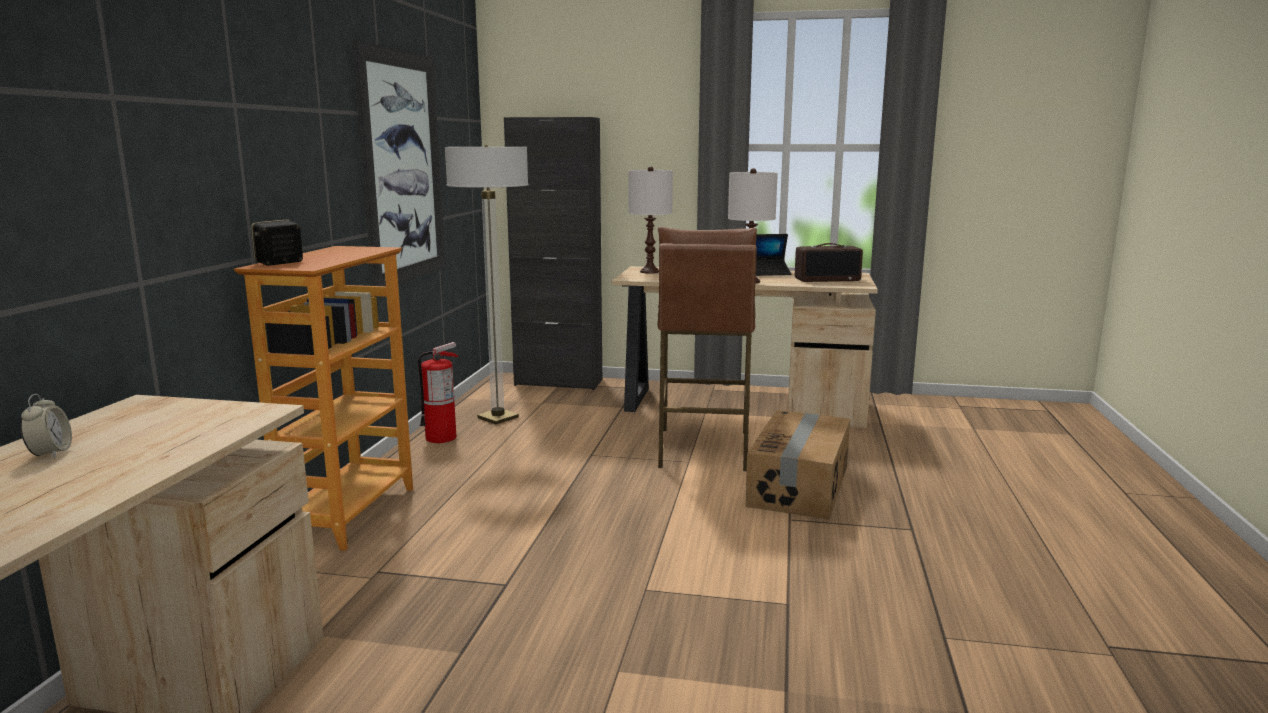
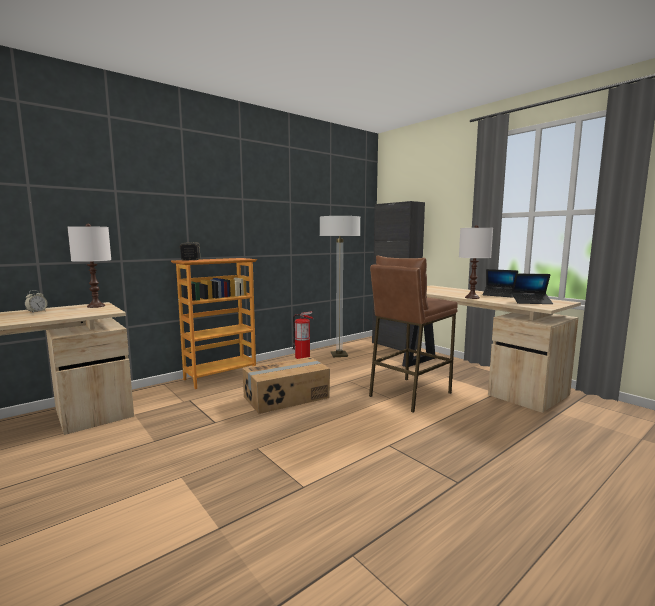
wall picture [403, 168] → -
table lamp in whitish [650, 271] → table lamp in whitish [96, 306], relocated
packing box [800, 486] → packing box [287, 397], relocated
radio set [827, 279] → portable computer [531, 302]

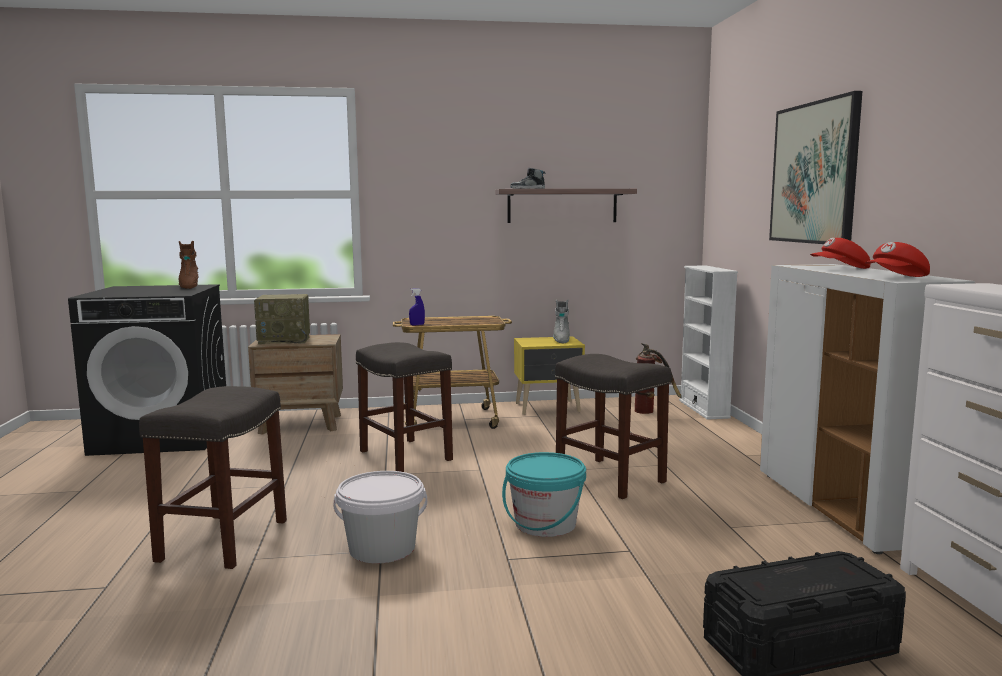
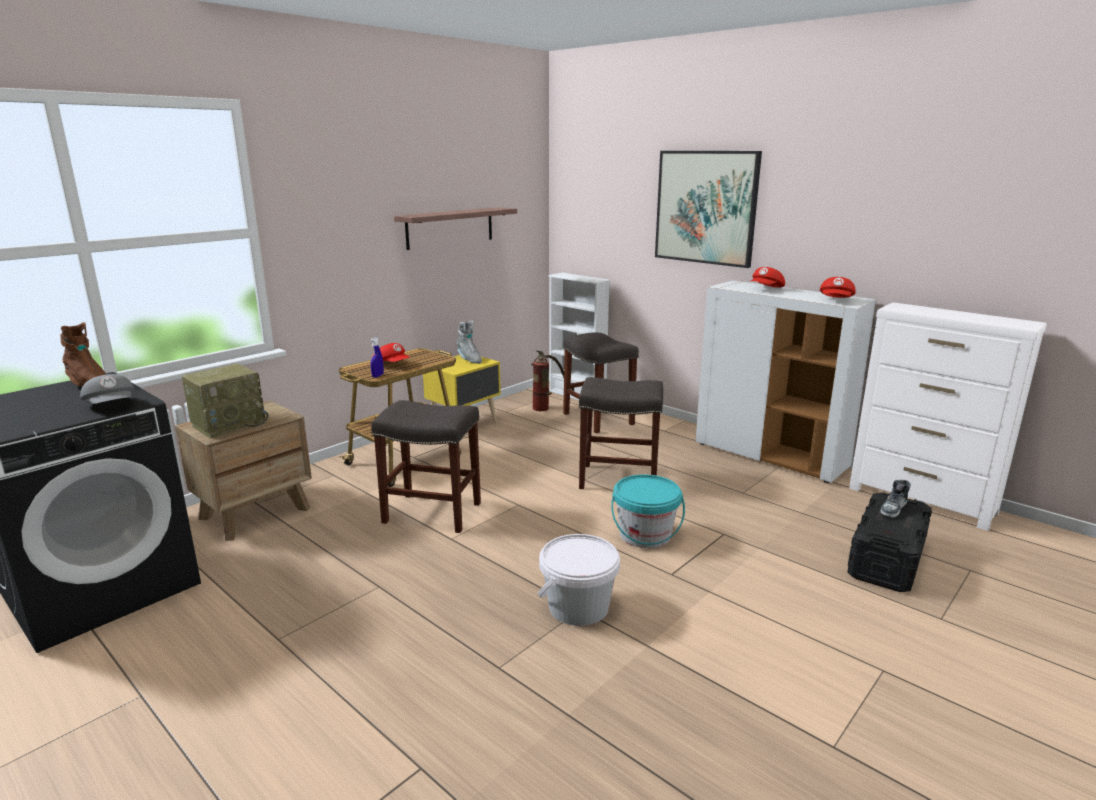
sitting stool in greyish [224, 539] → sitting stool in greyish [597, 418], relocated
low shoe [527, 189] → low shoe [893, 508], relocated
- → peaked cap in greyish [112, 406]
- → peaked cap in reddish [392, 365]

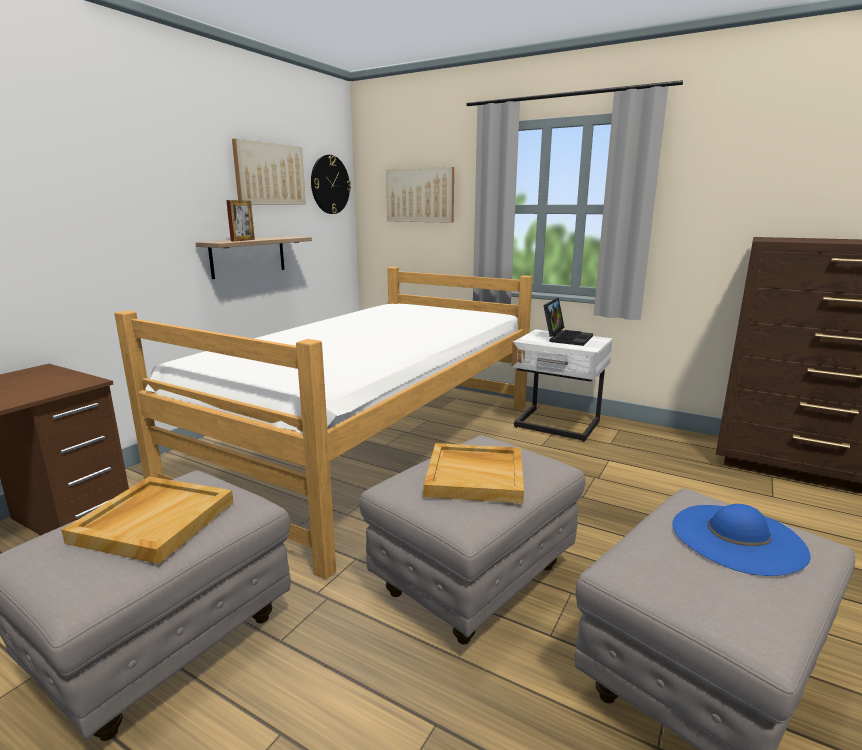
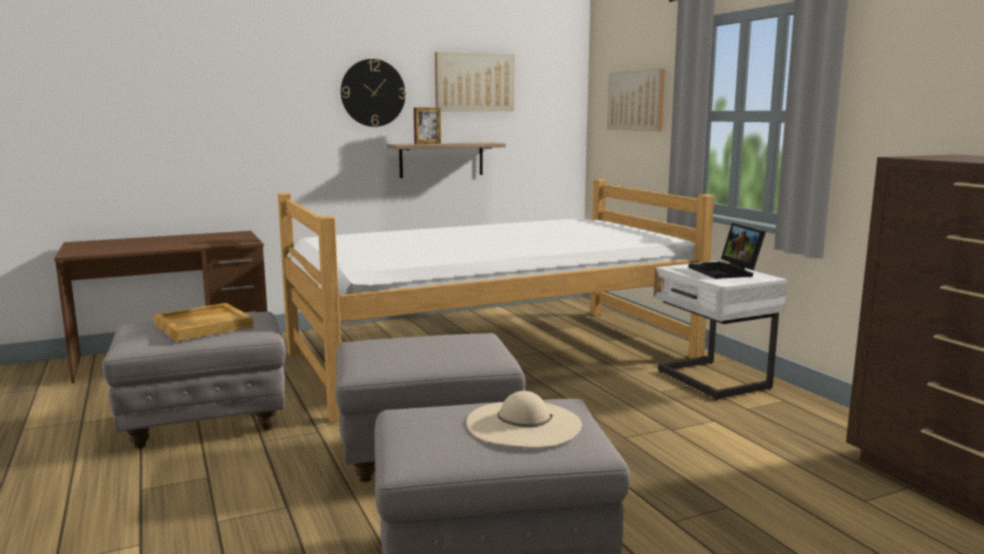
hanging clock [330, 184] → hanging clock [373, 93], relocated
serving tray in beige [476, 476] → -
portable computer [566, 338] → portable computer [726, 272], 105 degrees clockwise
clothing hat in blue-coloured [737, 538] → clothing hat in beige [523, 424]

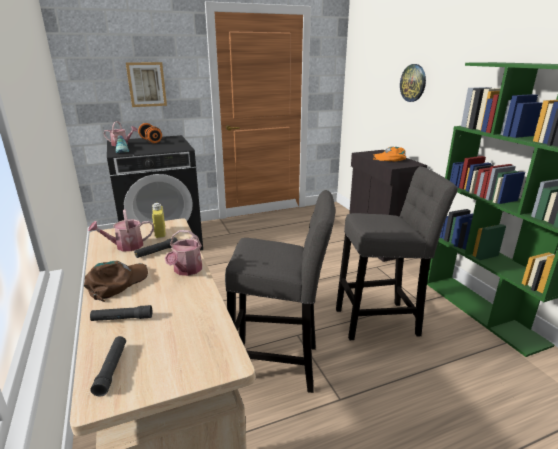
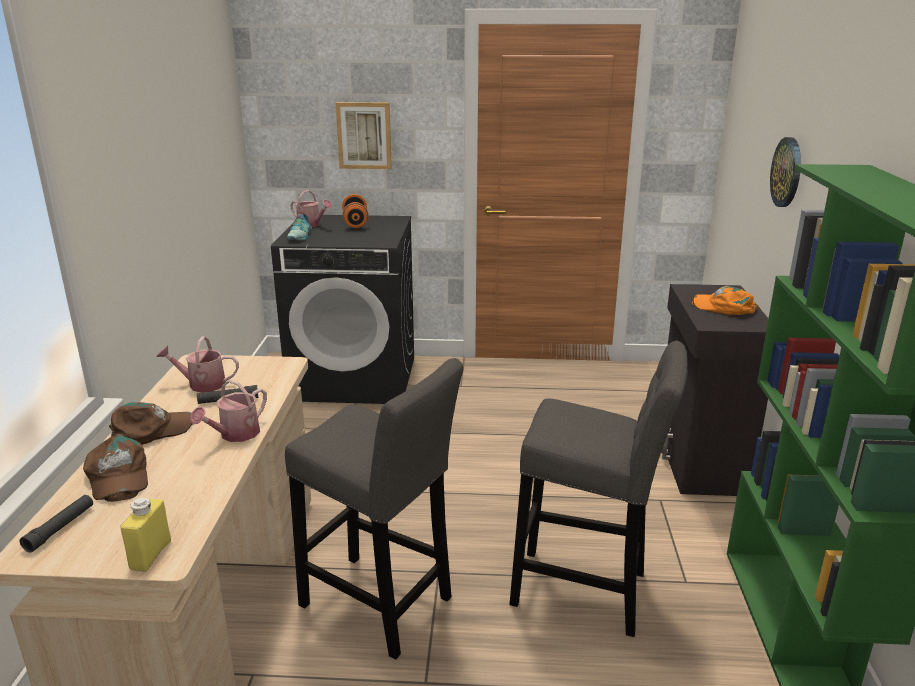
flashlight in black [122, 318] → peaked cap in brown-coloured [117, 476]
bottle in yellow [160, 232] → bottle in yellow [150, 555], relocated

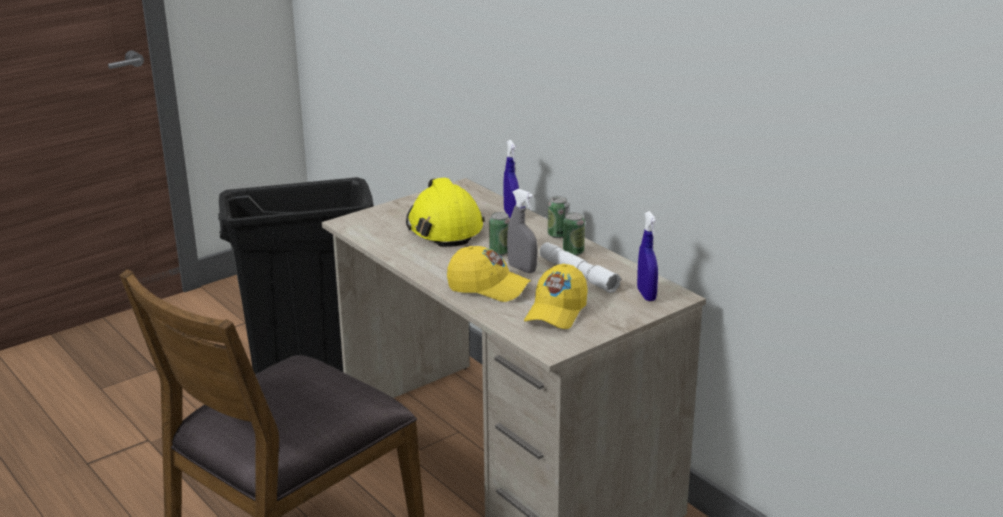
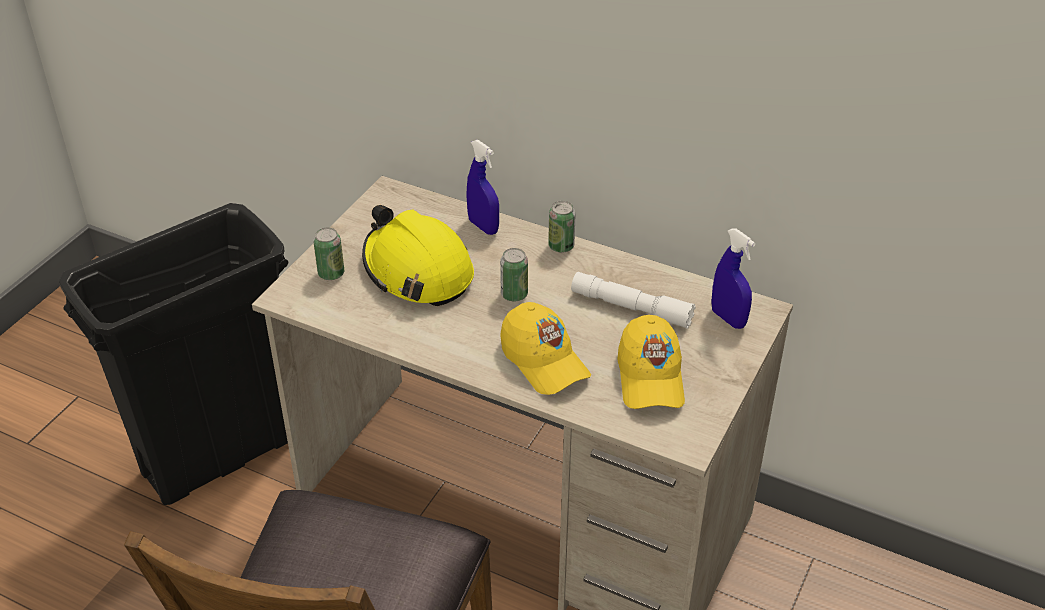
peaked cap in yellow [488, 288] → peaked cap in yellow [544, 361], 60 degrees clockwise
hand sprayer in greyish [522, 269] → -
sealed can [573, 252] → sealed can [331, 273], relocated

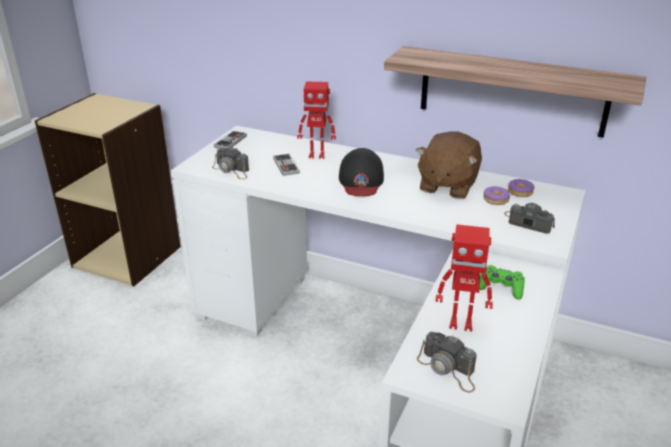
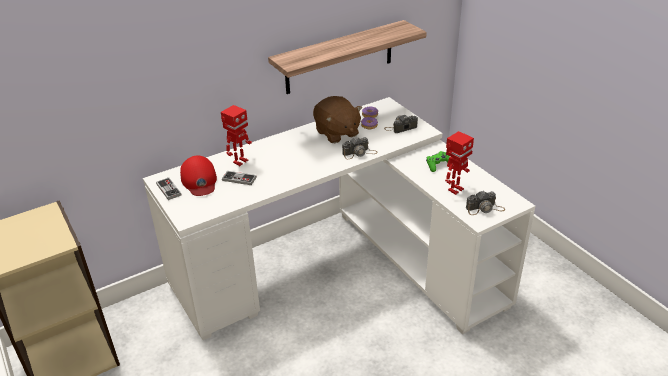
photo camera [232, 170] → photo camera [359, 153], relocated
peaked cap in black [361, 180] → -
- → peaked cap in reddish [199, 180]

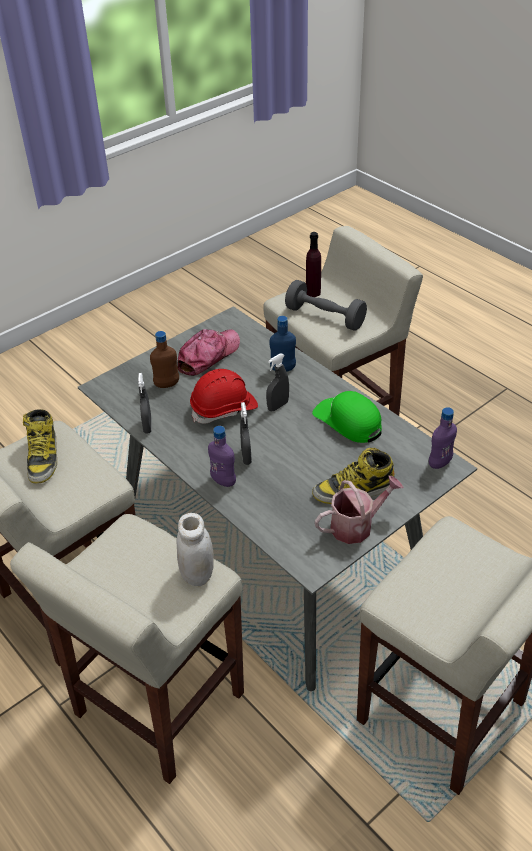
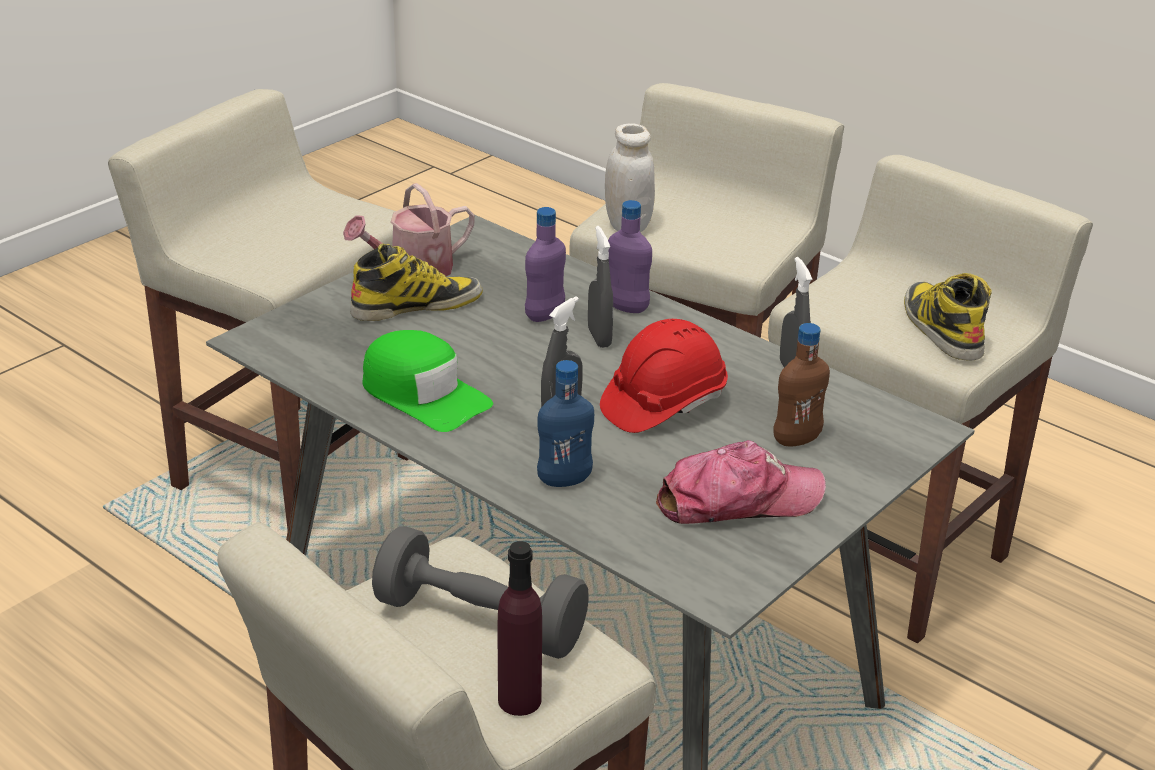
peaked cap [208, 356] → peaked cap [738, 500], 135 degrees counterclockwise
bottle in purple [439, 463] → bottle in purple [545, 315], relocated

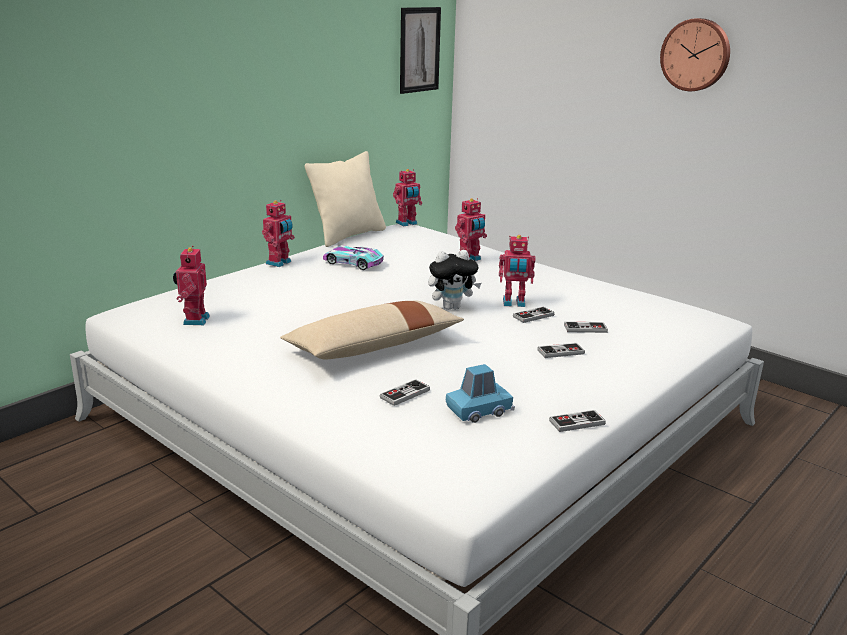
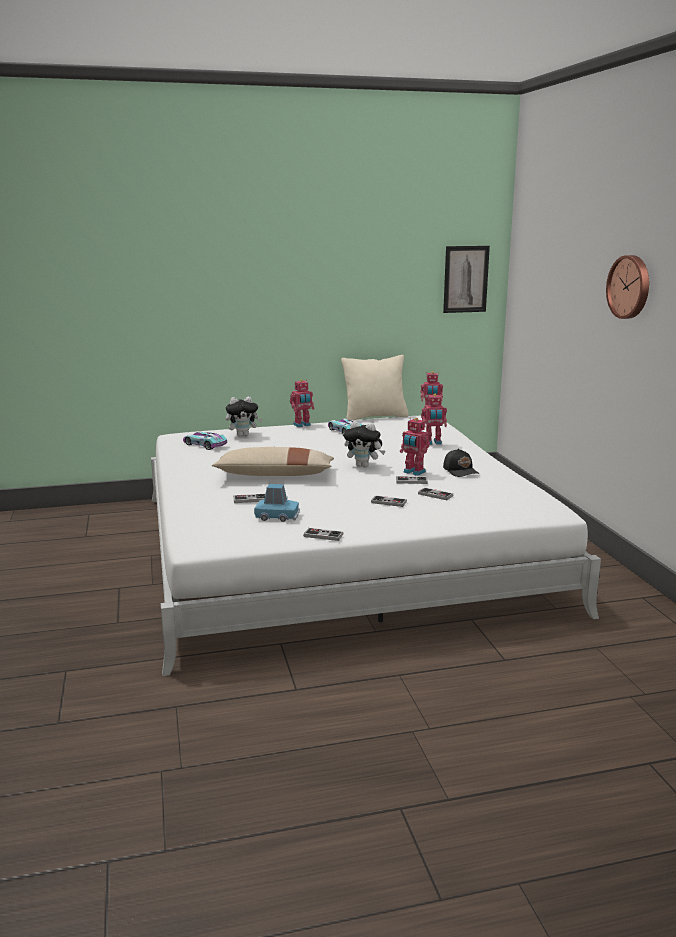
robot figure [194, 320] → toy car [205, 445]
- → soft toy [243, 435]
- → peaked cap in black [461, 471]

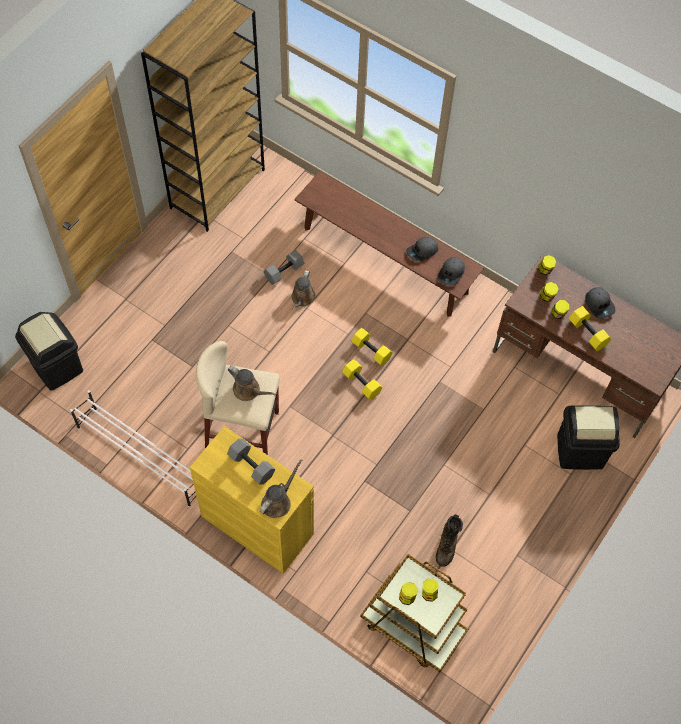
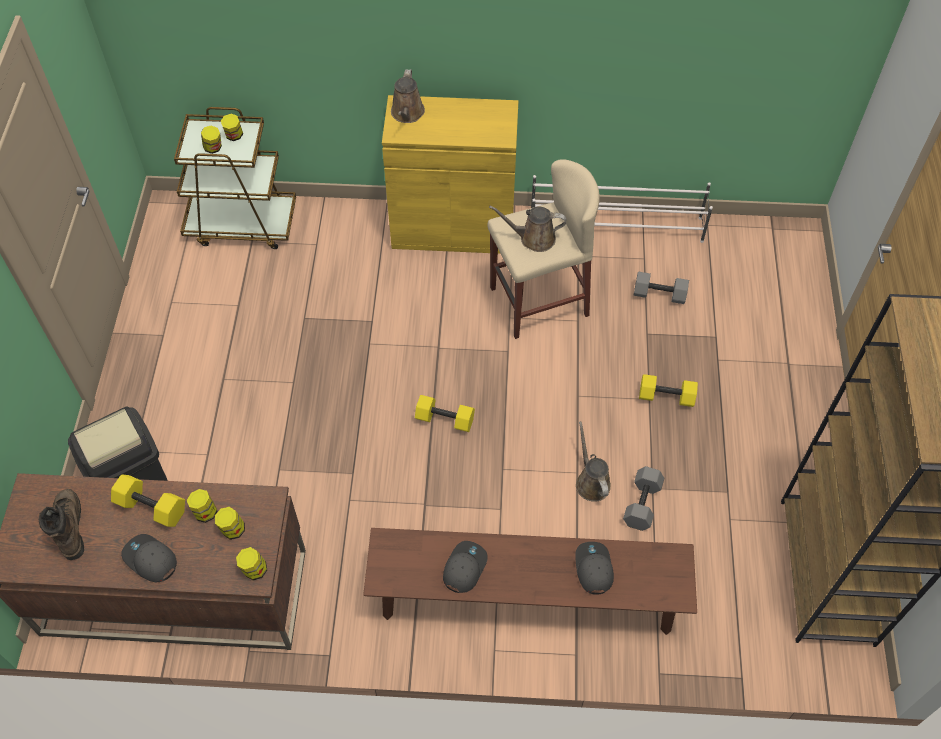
rubbish bin in black [56, 367] → -
free weight in greyish [252, 465] → free weight in greyish [658, 295], relocated
free weight in yellow [372, 350] → free weight in yellow [665, 397], relocated
tall boot in brown-coloured [447, 545] → tall boot in brown-coloured [69, 527], relocated
peaked cap in greyish [451, 273] → peaked cap in greyish [593, 569], relocated

